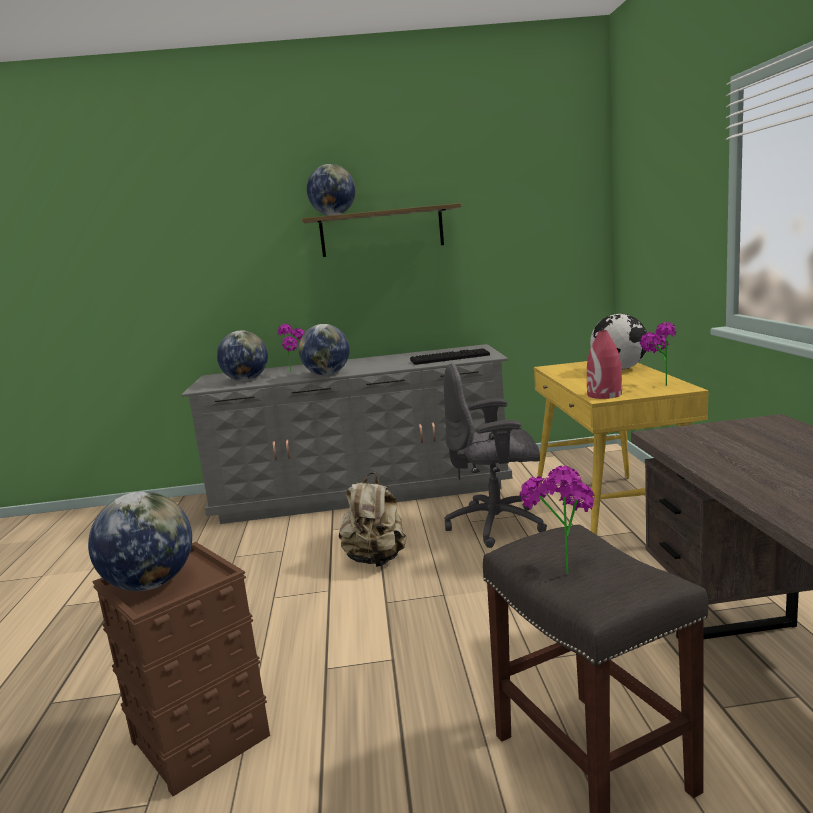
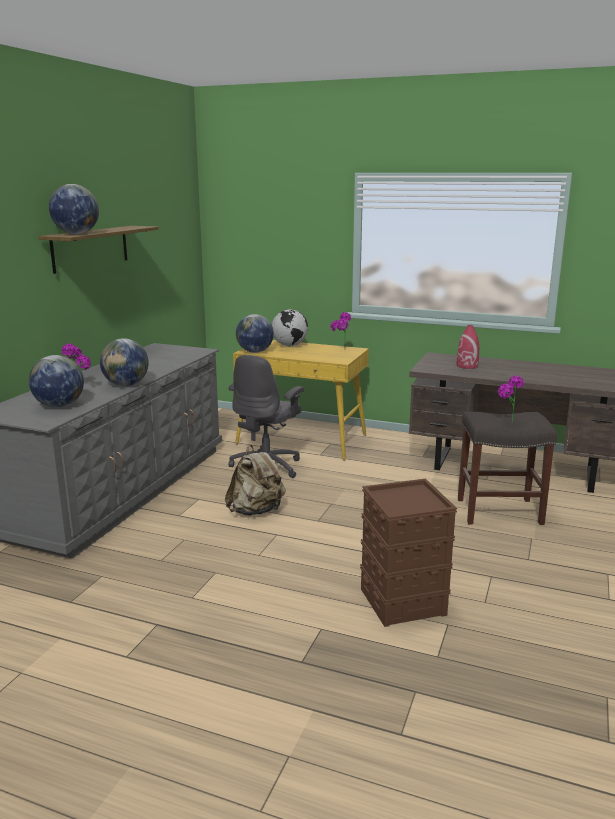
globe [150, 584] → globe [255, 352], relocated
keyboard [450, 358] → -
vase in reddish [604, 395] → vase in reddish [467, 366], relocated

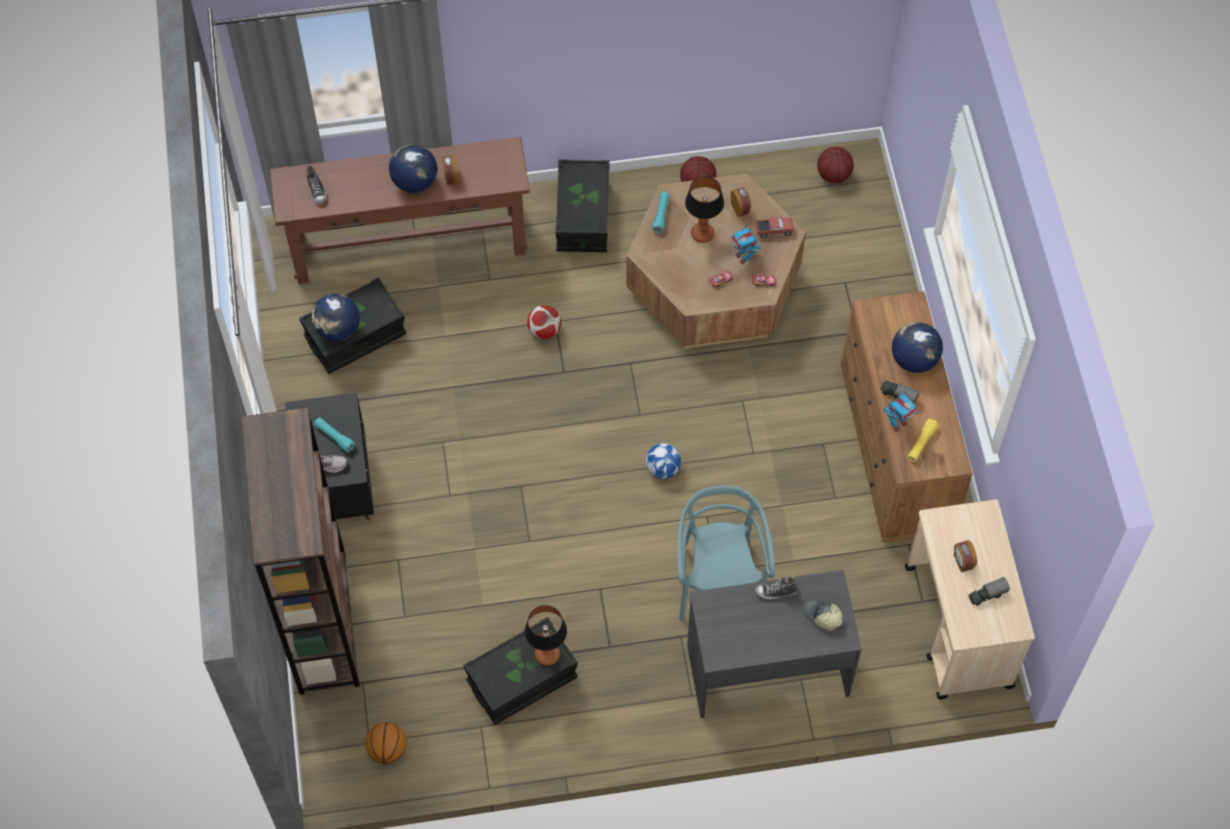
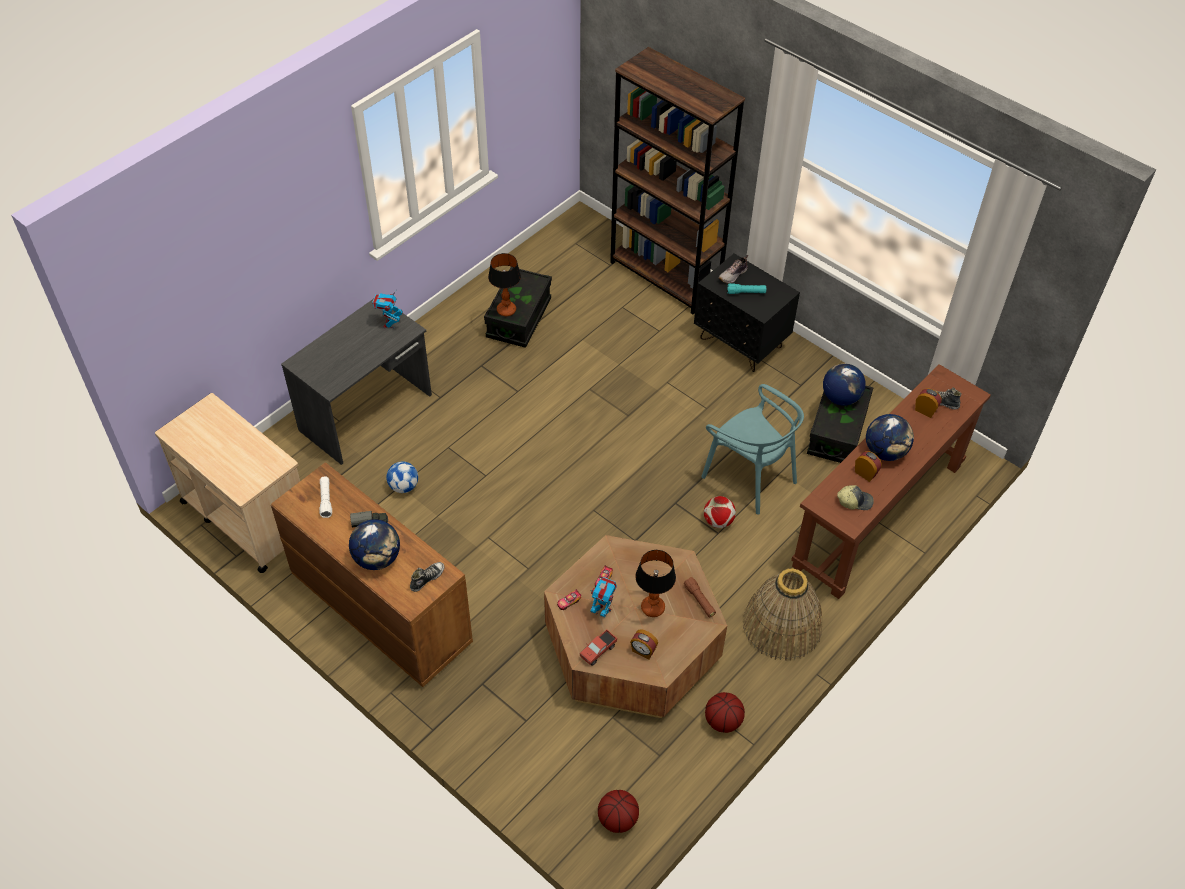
ball for basketball [387, 750] → -
storage box in black [583, 217] → household basket [782, 626]
ball for football [663, 469] → ball for football [403, 486], relocated
flashlight in blue-green [661, 215] → flashlight in brown-coloured [699, 600]
upright chair in blue-green [719, 582] → upright chair in blue-green [750, 477], relocated
low shoe [776, 592] → low shoe [427, 578], relocated
peaked cap [822, 616] → peaked cap [854, 501], relocated
robot figure [897, 424] → robot figure [389, 324], relocated
flashlight in yellow [921, 443] → flashlight in whitish [326, 500]
table clock [962, 562] → table clock [925, 410], relocated
model truck [987, 595] → -

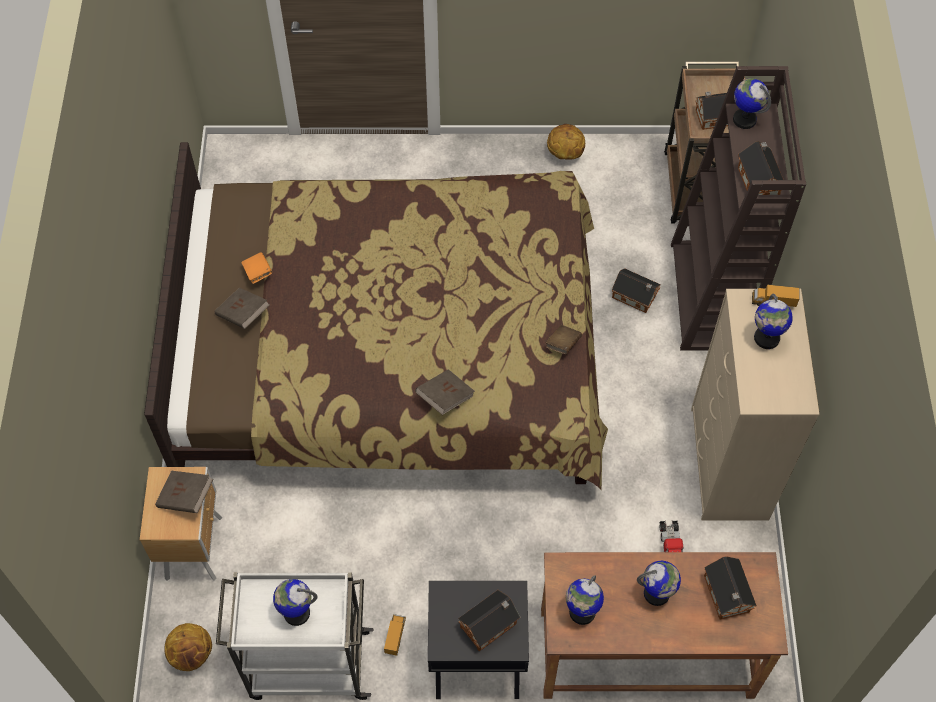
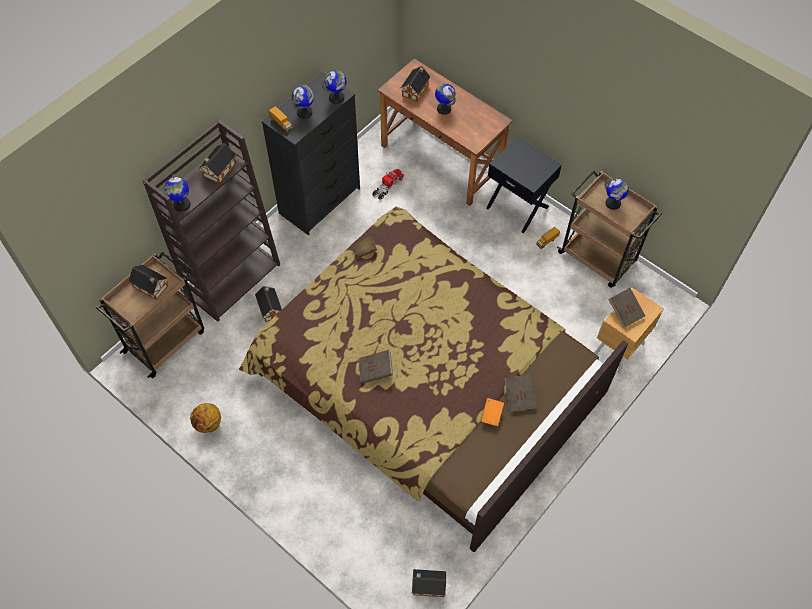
ball for basketball [192, 654] → -
wheeled cart in whitish [307, 665] → wheeled cart in brown-coloured [598, 258]
book in brown-coloured [445, 397] → book in brown-coloured [375, 371], relocated
model house [490, 624] → model house [427, 585], relocated
globe [581, 612] → globe [336, 98], relocated
chest of drawers in beige [729, 464] → chest of drawers in black [320, 200]

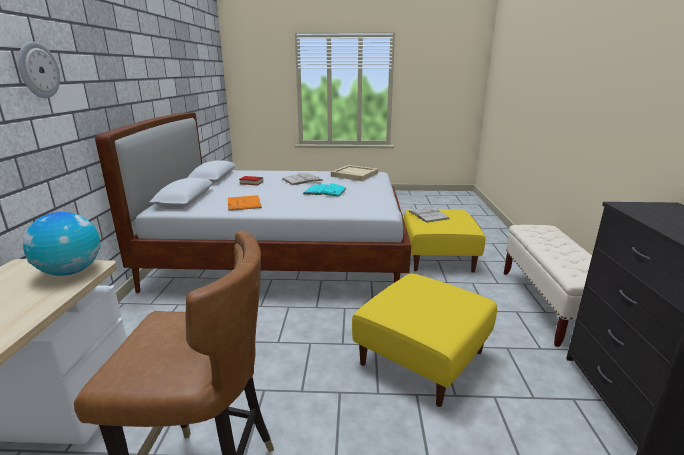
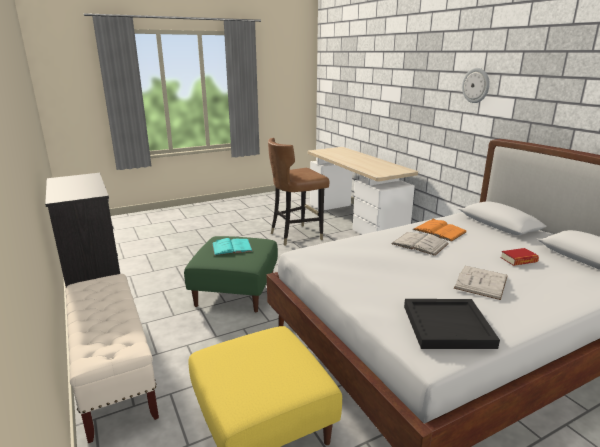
globe [71, 271] → -
book in blue-green [325, 191] → book in blue-green [232, 247], relocated
serving tray in beige [354, 175] → serving tray in black [448, 325]
pouffe in yellow [422, 358] → pouffe in greenish [235, 291]
book in whitish [428, 215] → book in whitish [420, 244], relocated

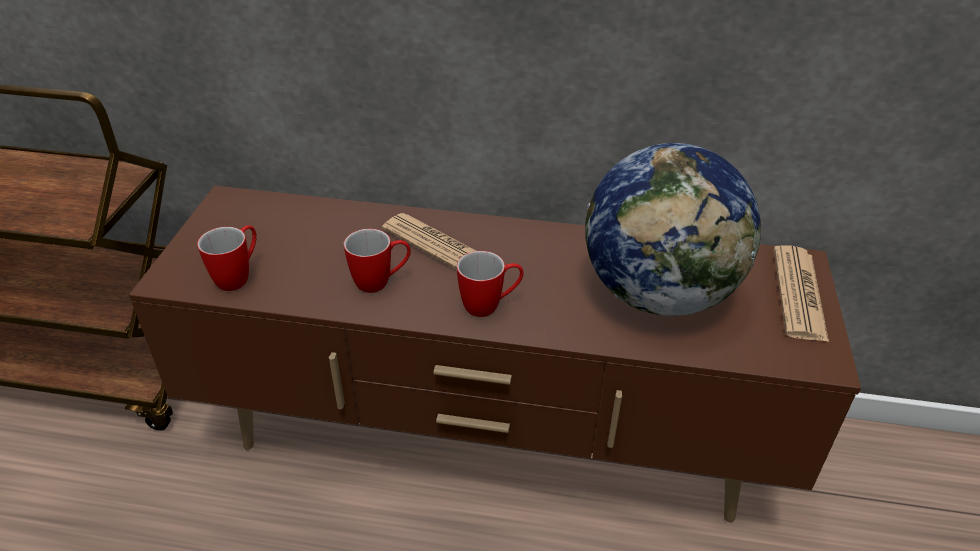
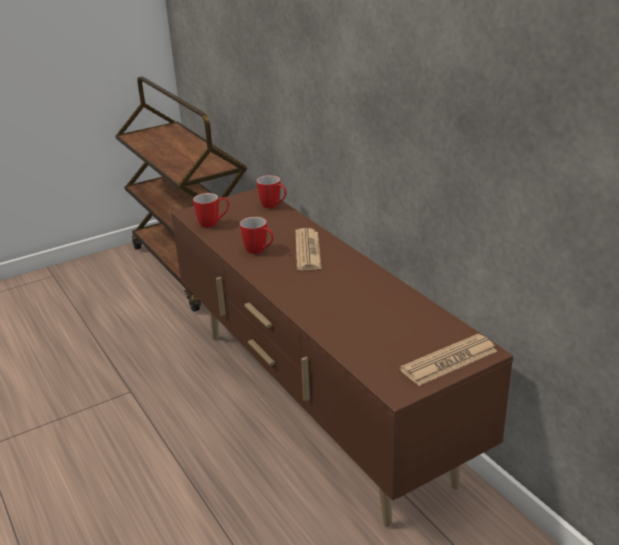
coffee mug [490, 306] → coffee mug [274, 206], relocated
globe [659, 294] → -

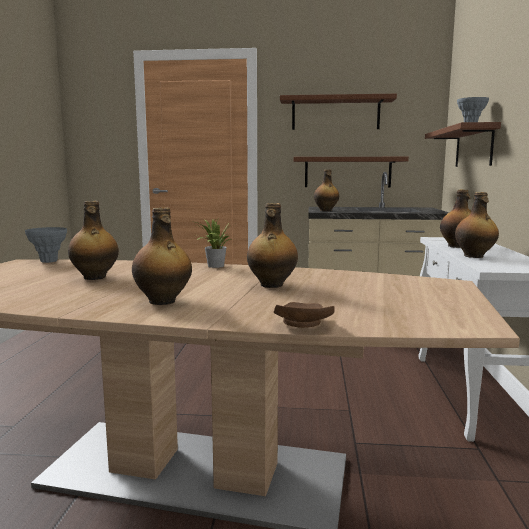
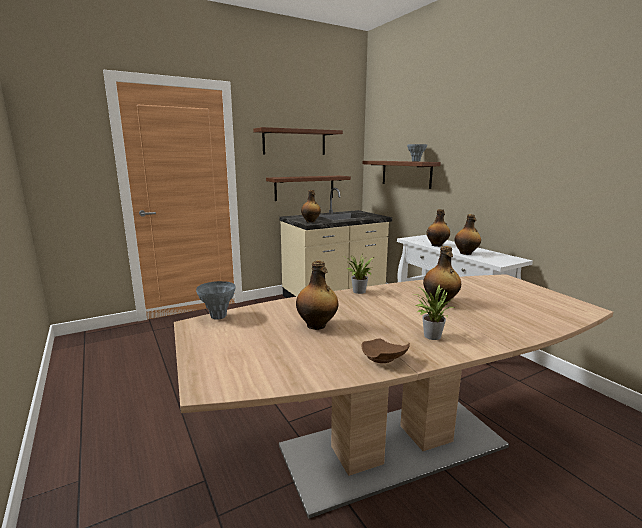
bottle [163, 301] → potted plant [429, 335]
plate in brown-coloured [301, 324] → plate in brown-coloured [383, 358], relocated

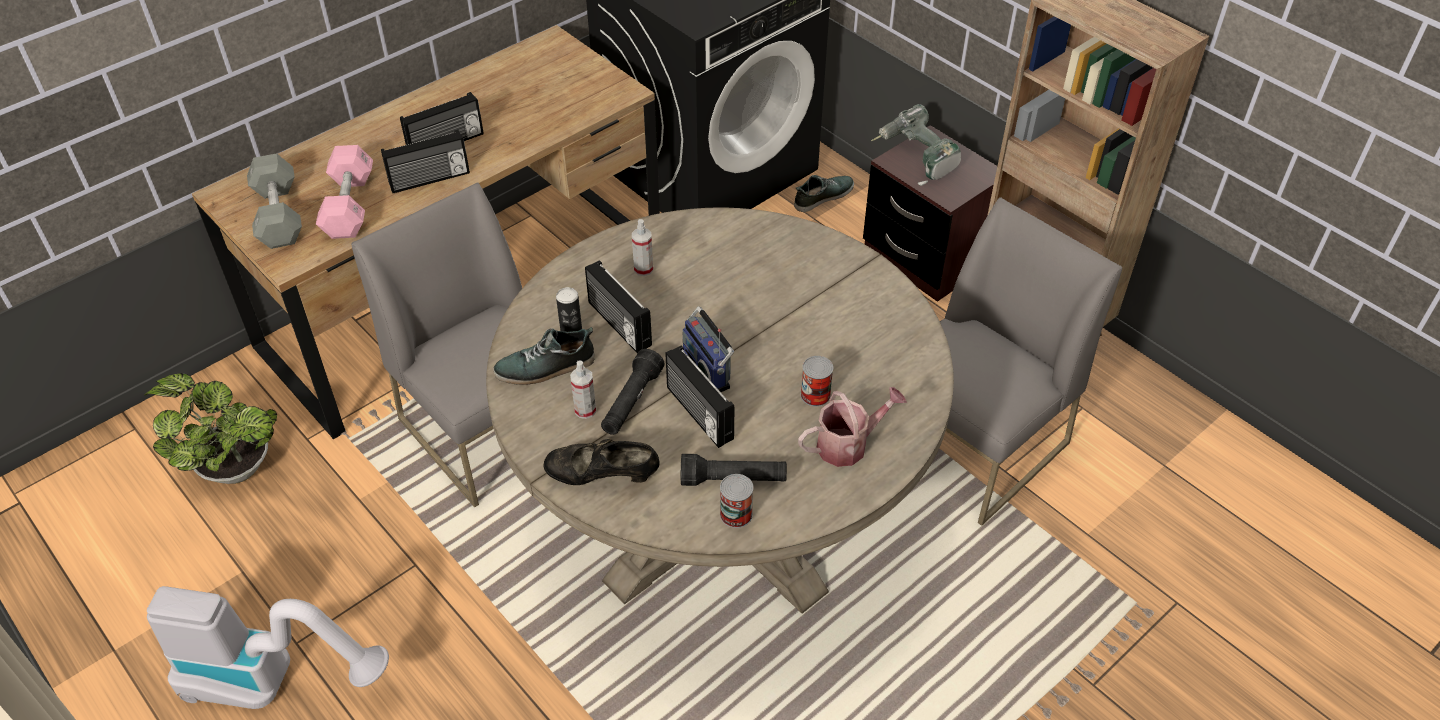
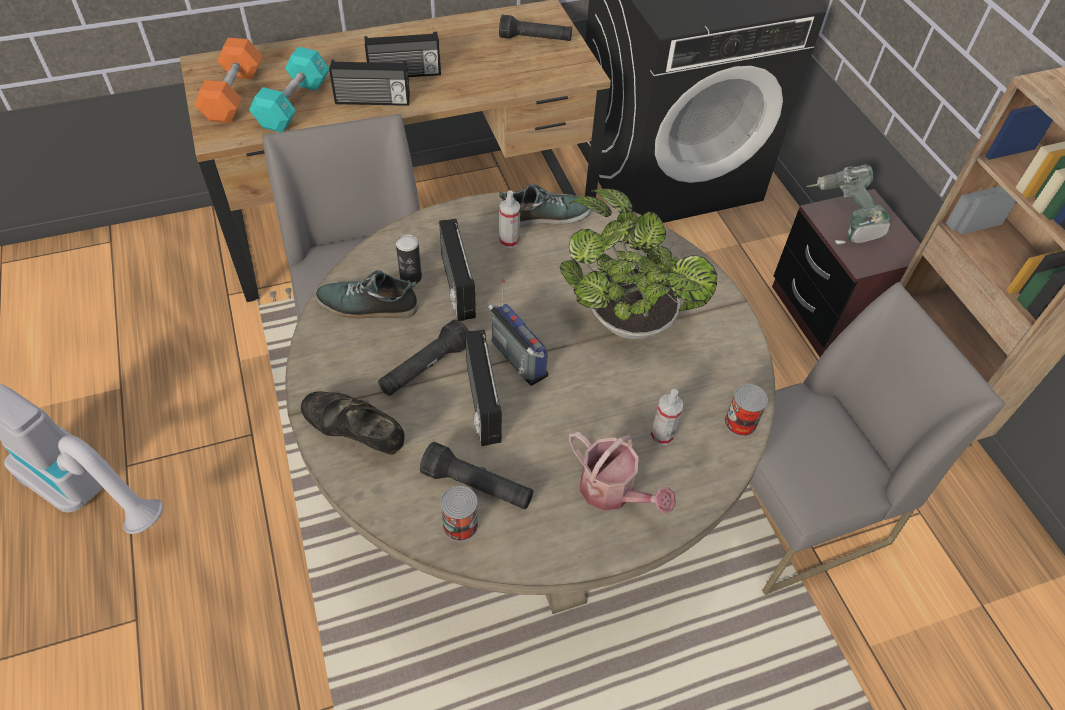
potted plant [232, 467] → potted plant [624, 318], relocated
free weight in greyish [278, 215] → free weight in orange-coloured [233, 95]
free weight in pink [349, 206] → free weight in blue-green [293, 104]
hand sprayer [585, 410] → hand sprayer [662, 435], relocated
radio set [708, 369] → radio set [516, 360], 150 degrees clockwise
low shoe [823, 196] → low shoe [544, 215], relocated
watering can [848, 444] → watering can [613, 492], 45 degrees clockwise
sealed can [815, 395] → sealed can [740, 422], relocated
- → flashlight in black [535, 39]

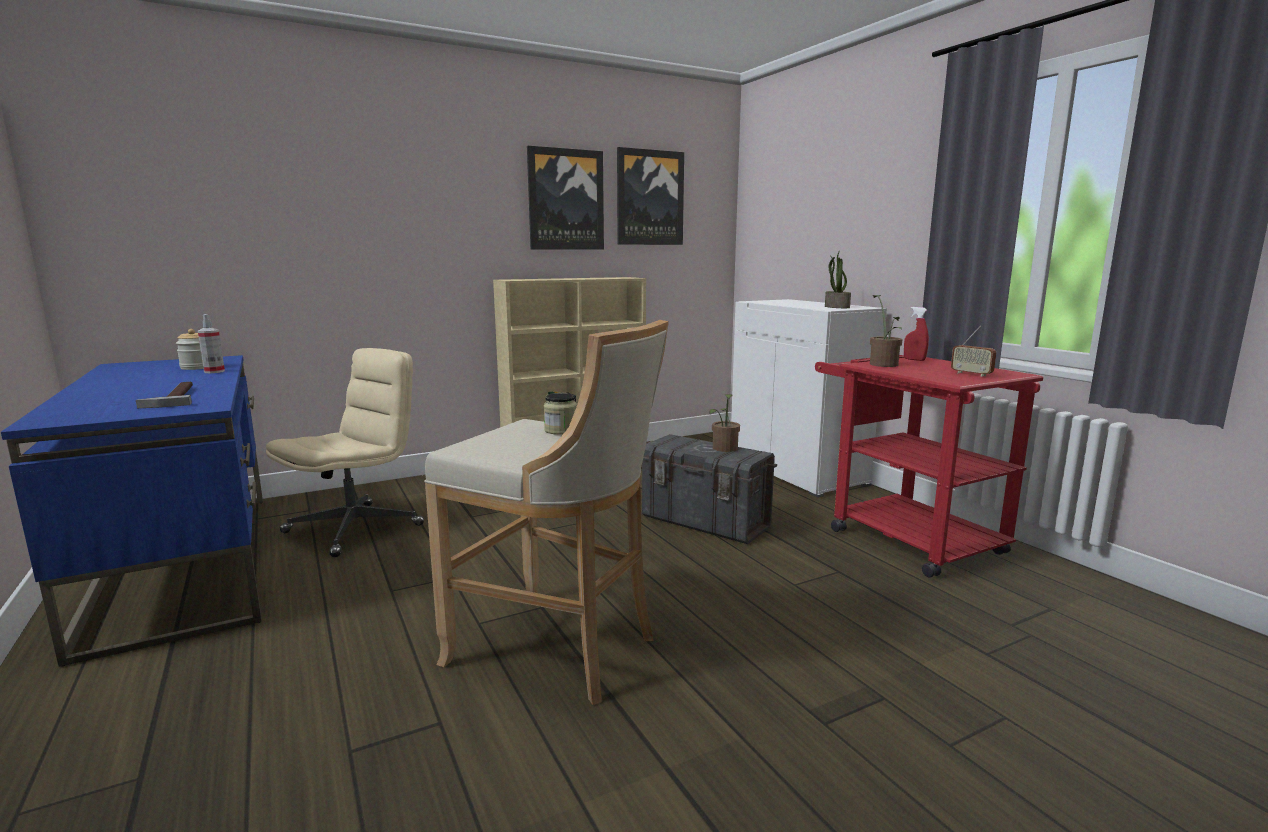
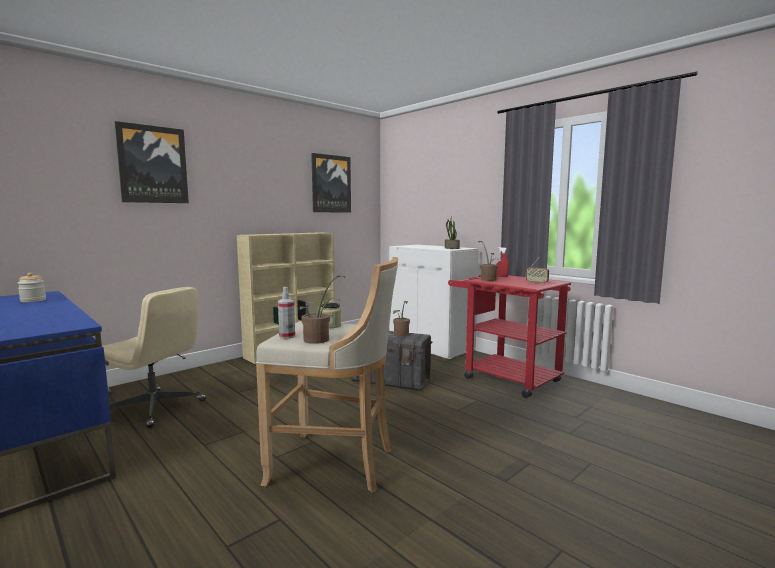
hand hammer [173, 397] → -
hand sprayer [214, 371] → hand sprayer [287, 336], relocated
computer chair in beige [355, 528] → computer chair in beige [155, 408], 90 degrees clockwise
wall picture [565, 200] → wall picture [153, 164], relocated
- → potted plant [320, 339]

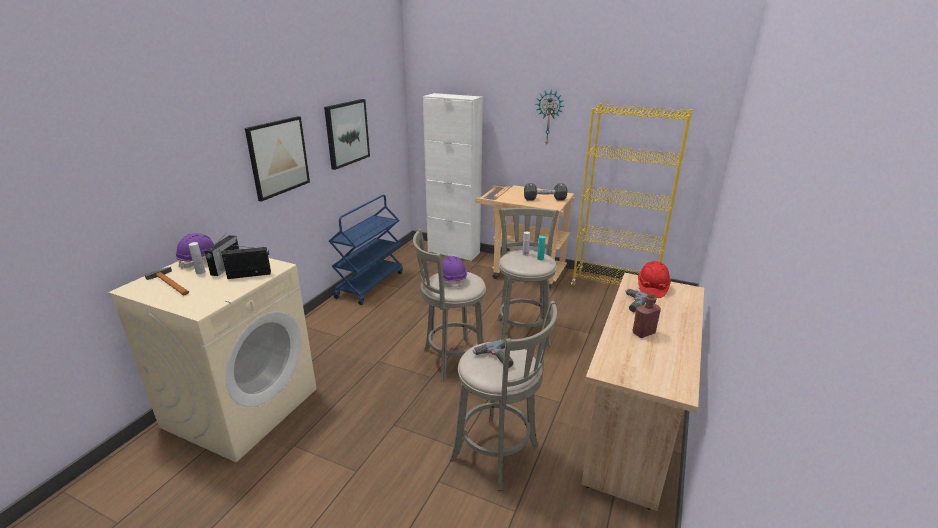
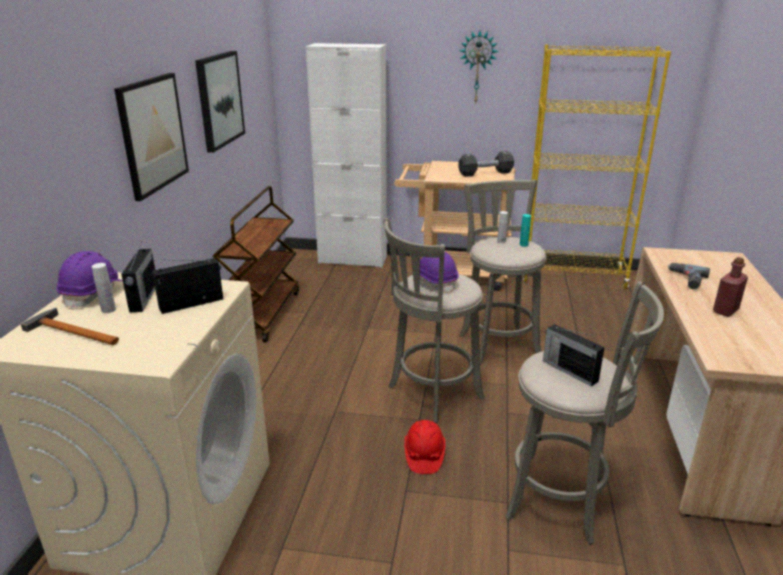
wheeled cart in blue-coloured [370, 284] → wheeled cart in brown-coloured [263, 314]
electric drill [494, 359] → radio set [569, 370]
safety helmet in reddish [652, 288] → safety helmet in reddish [424, 455], relocated

